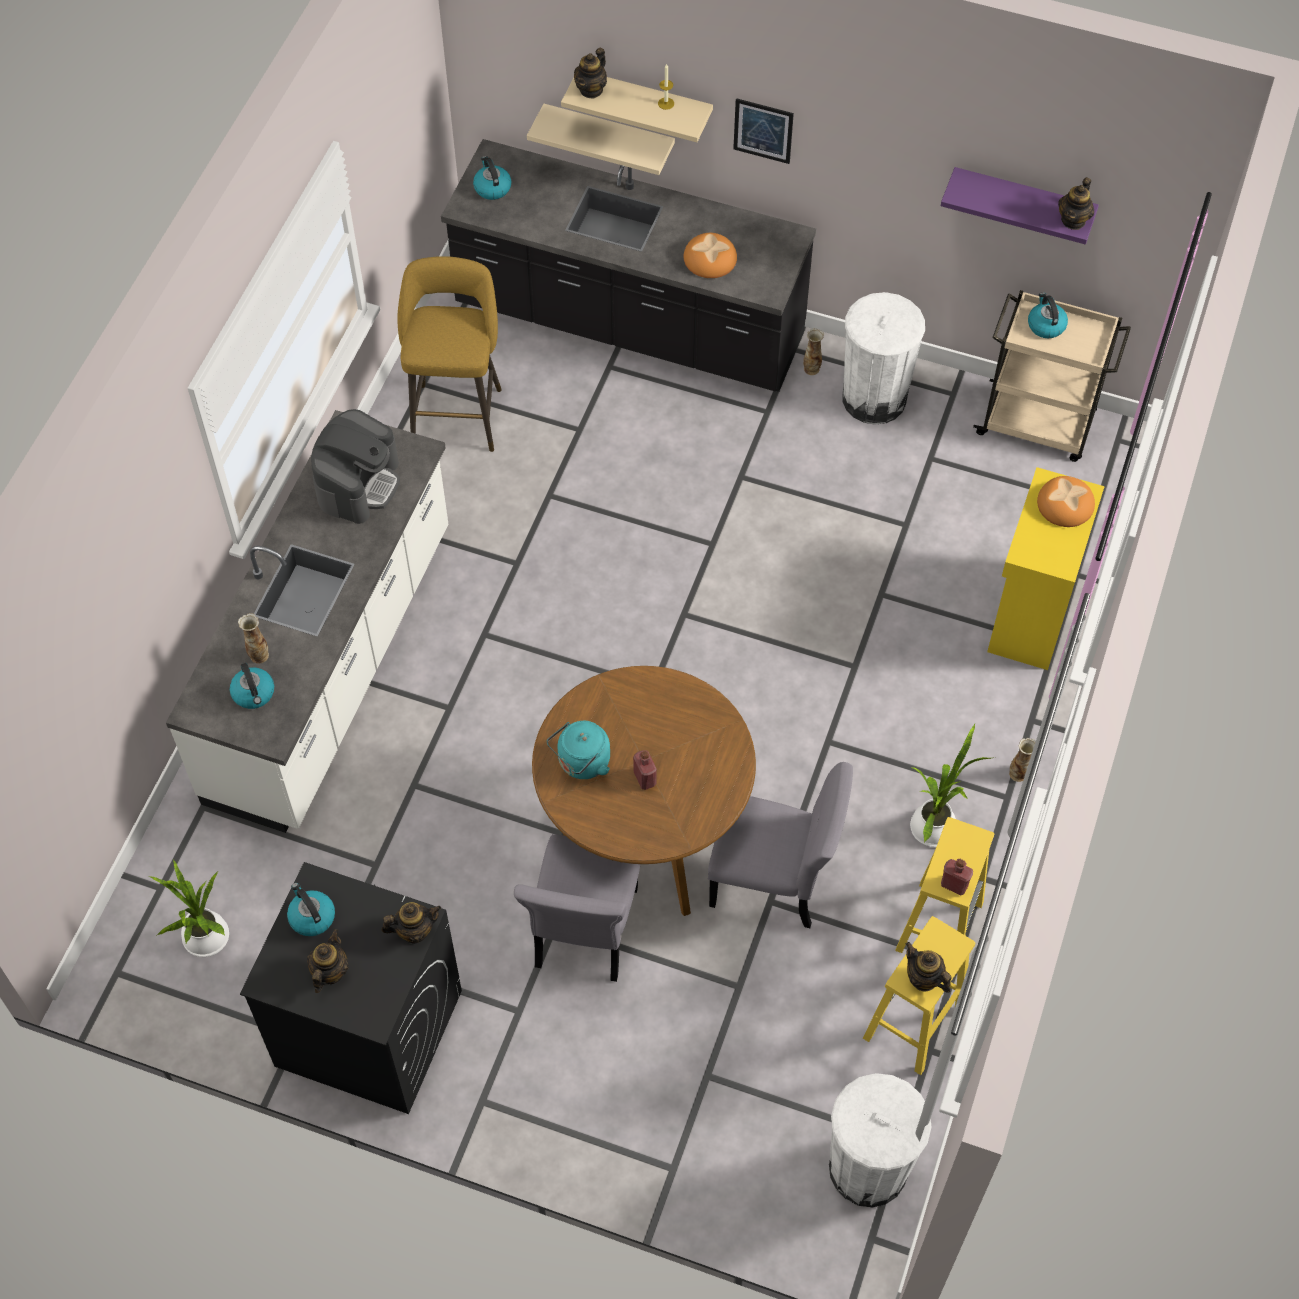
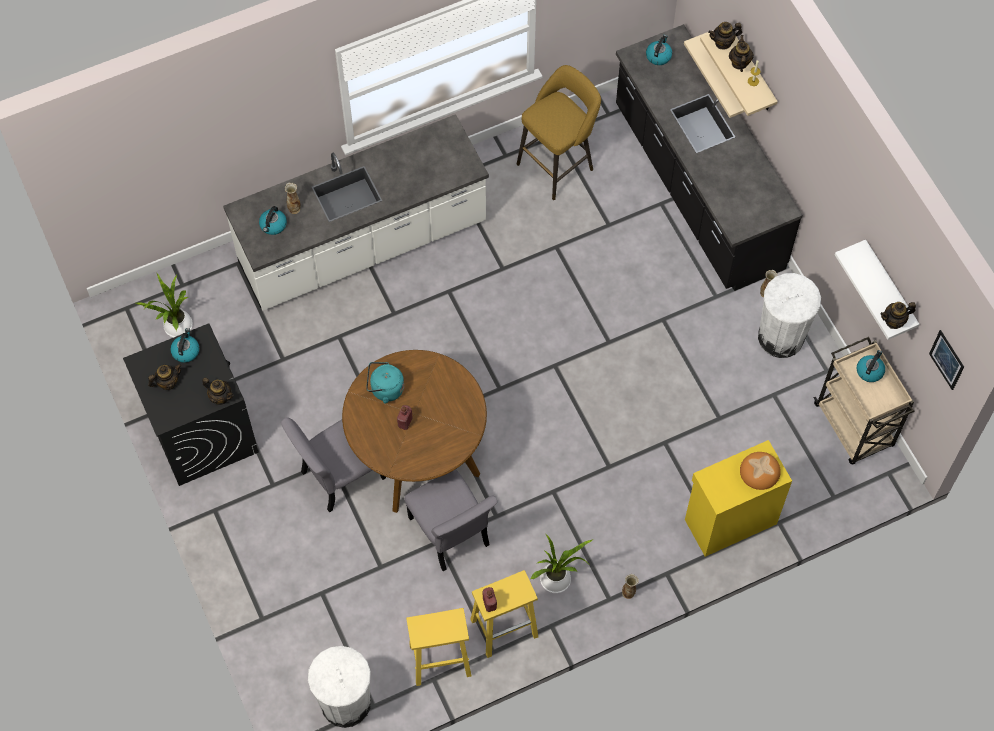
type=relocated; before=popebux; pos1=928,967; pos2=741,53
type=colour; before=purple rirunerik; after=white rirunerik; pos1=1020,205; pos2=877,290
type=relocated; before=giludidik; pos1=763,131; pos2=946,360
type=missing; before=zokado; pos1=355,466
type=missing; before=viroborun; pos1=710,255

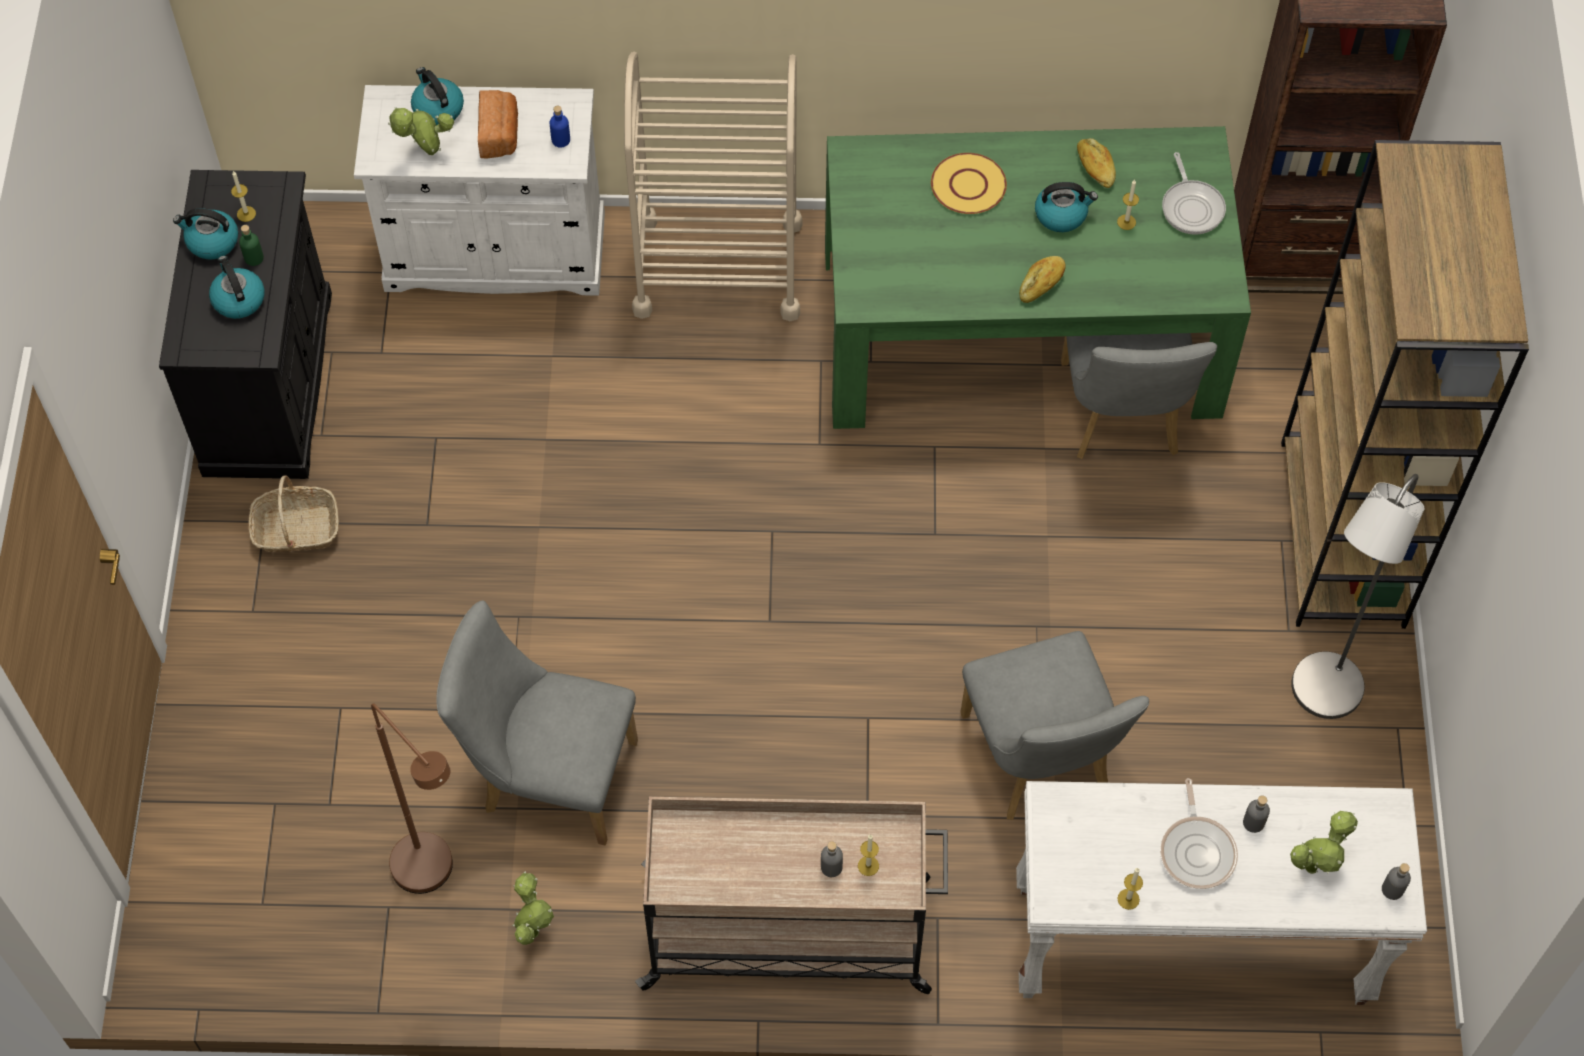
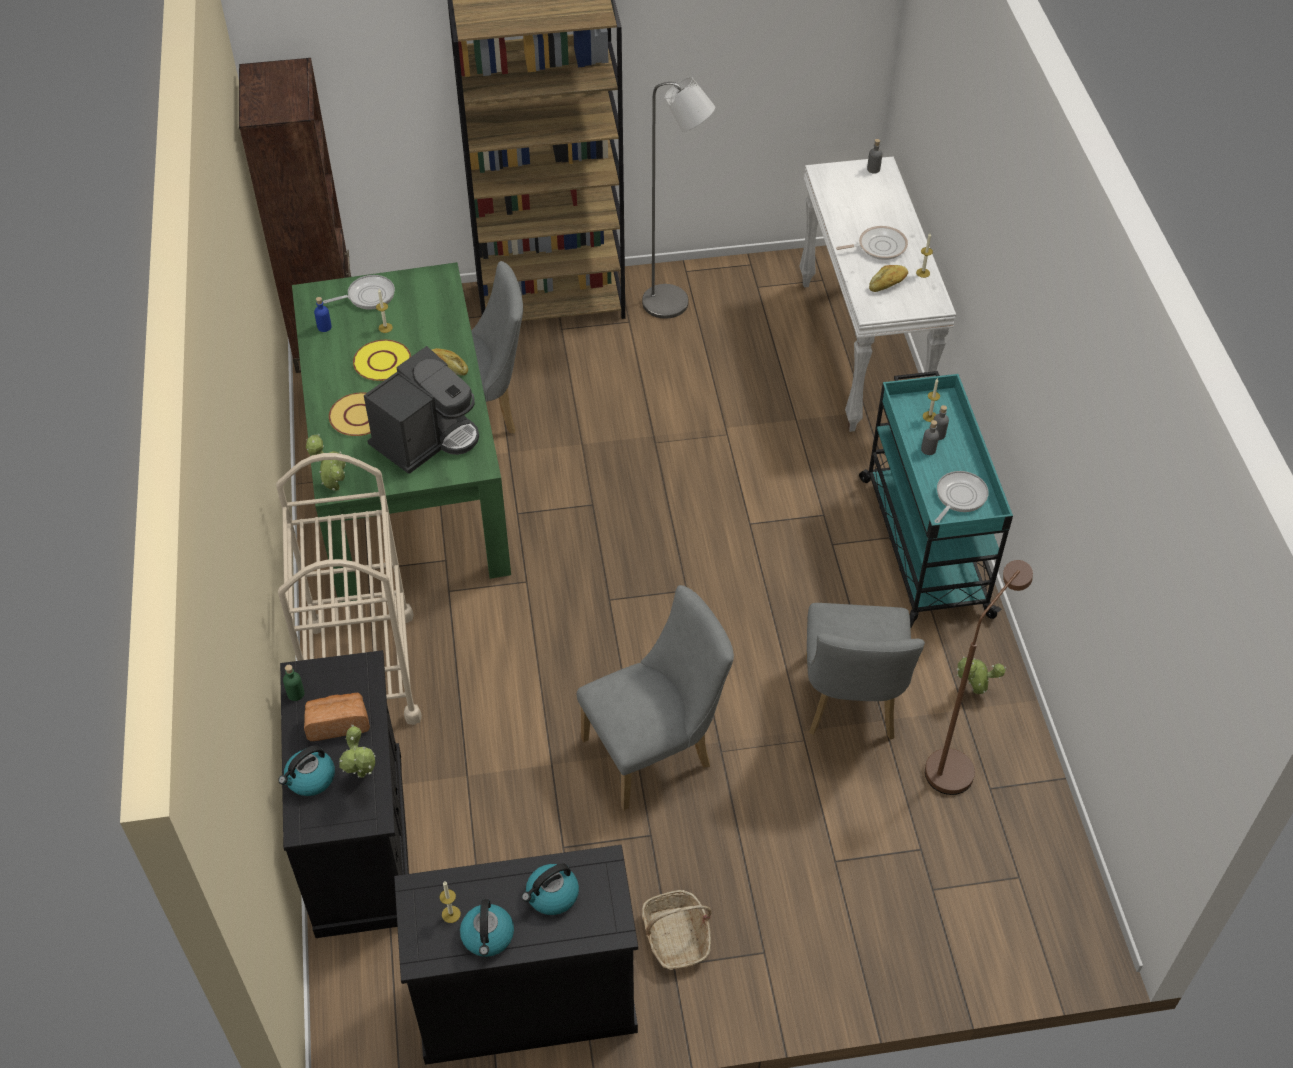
type=colour; before=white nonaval; after=black nonaval; pos1=479,190; pos2=344,794
type=relocated; before=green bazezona; pos1=251,245; pos2=294,683
type=relocated; before=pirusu; pos1=1324,842; pos2=326,462
type=relocated; before=blue bazezona; pos1=560,127; pos2=323,314
type=exchanged; before=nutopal; after=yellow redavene; pos1=1066,207; pos2=382,360
type=appeared; after=zokado; pos2=421,410
type=relocated; before=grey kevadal; pos1=1054,725; pos2=655,697
type=colour; before=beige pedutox; after=turquoise pedutox; pos1=791,895; pos2=936,499
type=relocated; before=viroborun; pos1=1096,163; pos2=888,278
type=relocated; before=grey bazezona; pos1=1256,814; pos2=930,437
type=appeared; after=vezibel; pos2=961,497

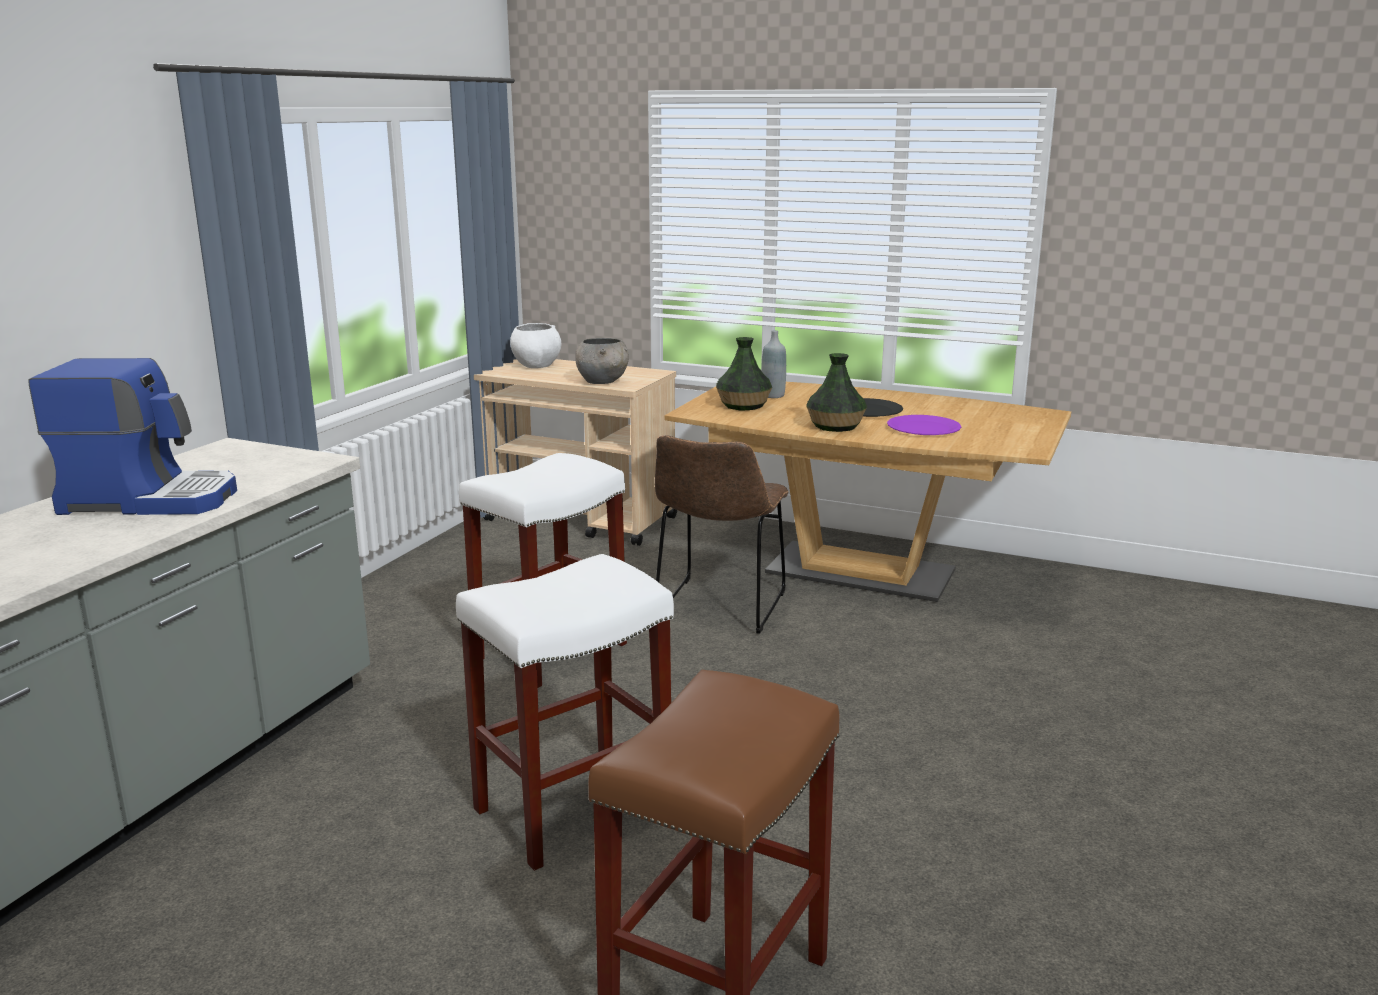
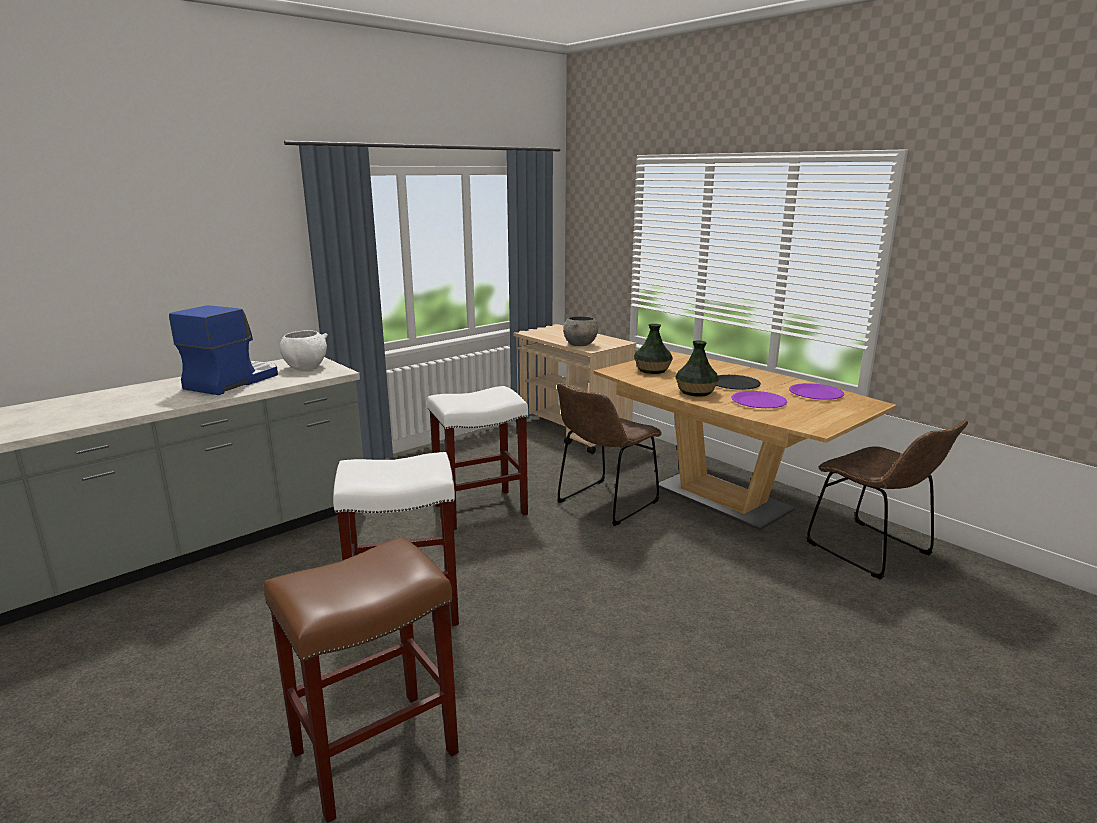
type=spun; before=zokado; pos1=132,436; pos2=223,350; turn=-90
type=relocated; before=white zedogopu; pos1=535,345; pos2=304,350
type=appeared; after=purple redavene; pos2=816,391
type=appeared; after=brown kevadal; pos2=887,500
type=missing; before=grey bazezona; pos1=773,364

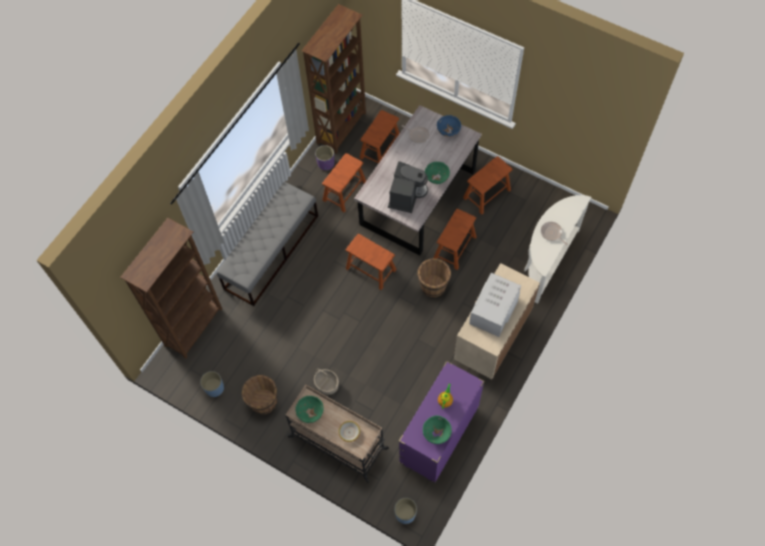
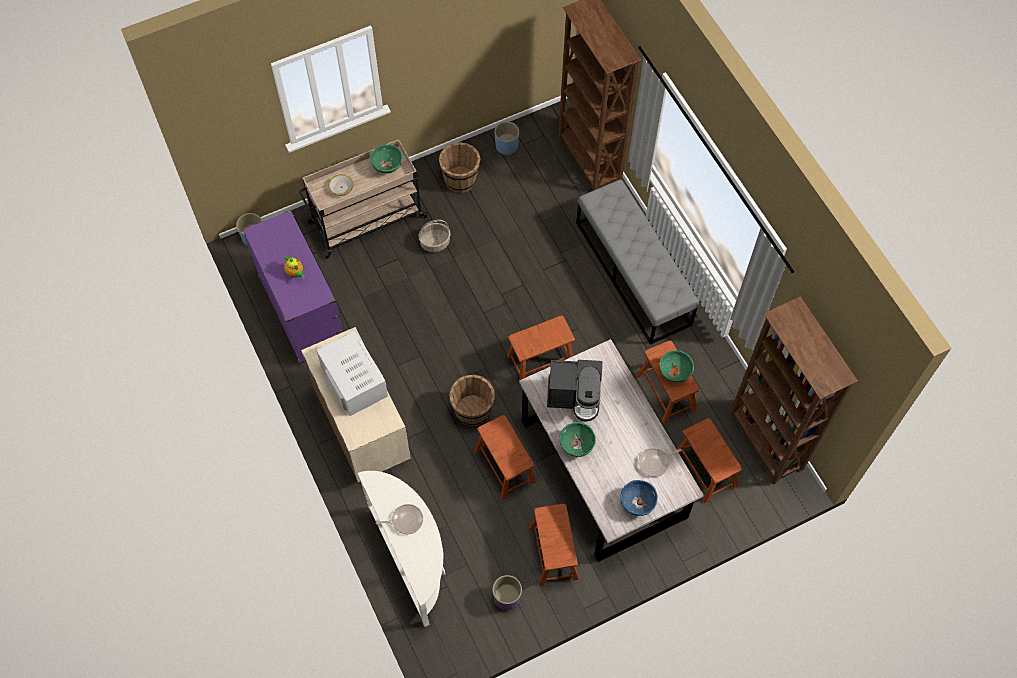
type=relocated; before=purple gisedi; pos1=324,158; pos2=507,592
type=spun; before=zokado; pos1=408,187; pos2=574,391; turn=-45
type=relocated; before=green zedogopu; pos1=437,429; pos2=676,366

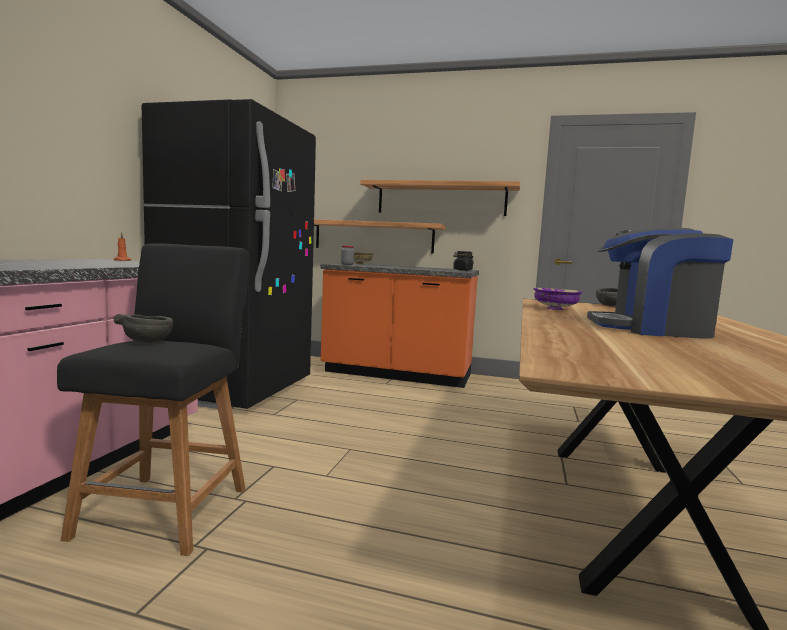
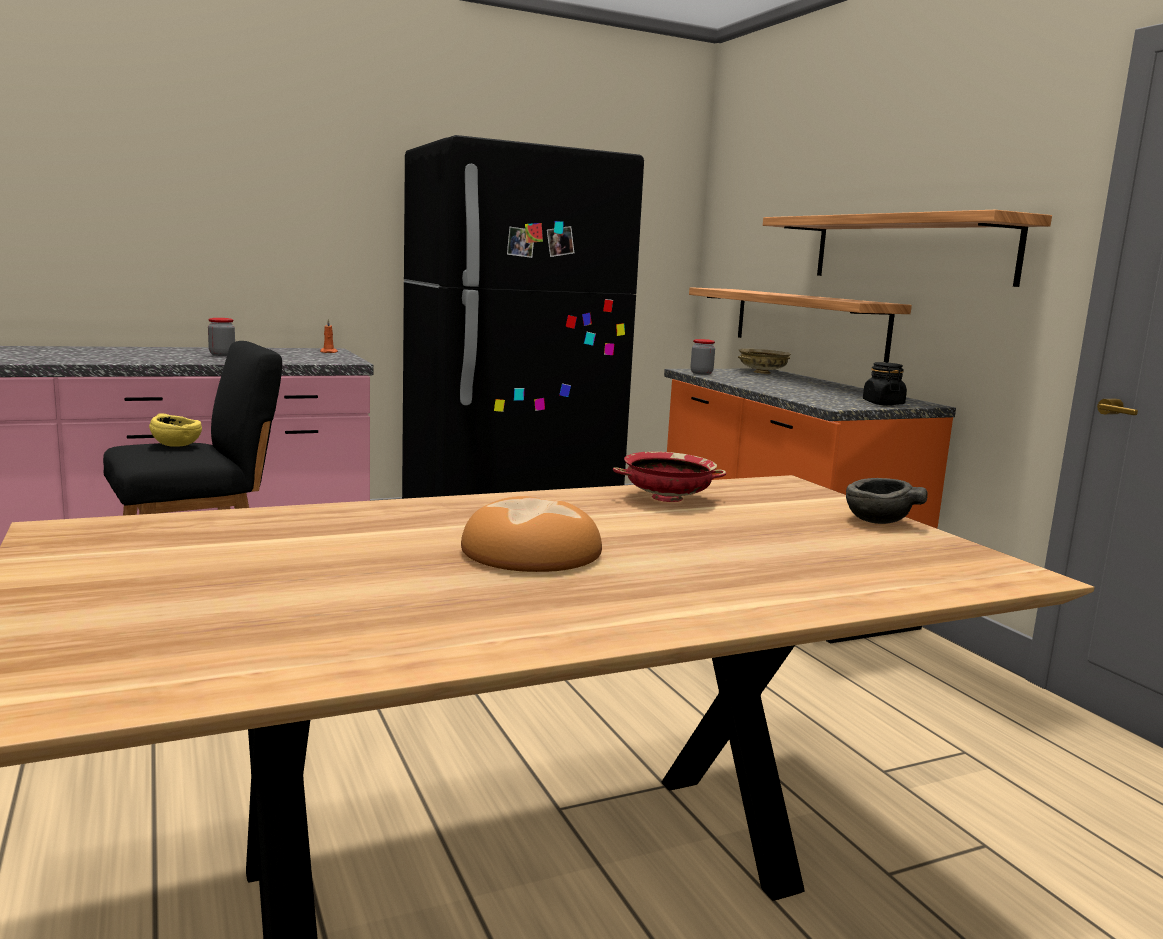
type=colour; before=grey zedogopu; after=yellow zedogopu; pos1=143,328; pos2=175,430
type=appeared; after=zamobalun; pos2=221,337
type=exchanged; before=zokado; after=viroborun; pos1=660,283; pos2=531,534
type=colour; before=purple zedogopu; after=red zedogopu; pos1=558,299; pos2=670,477

